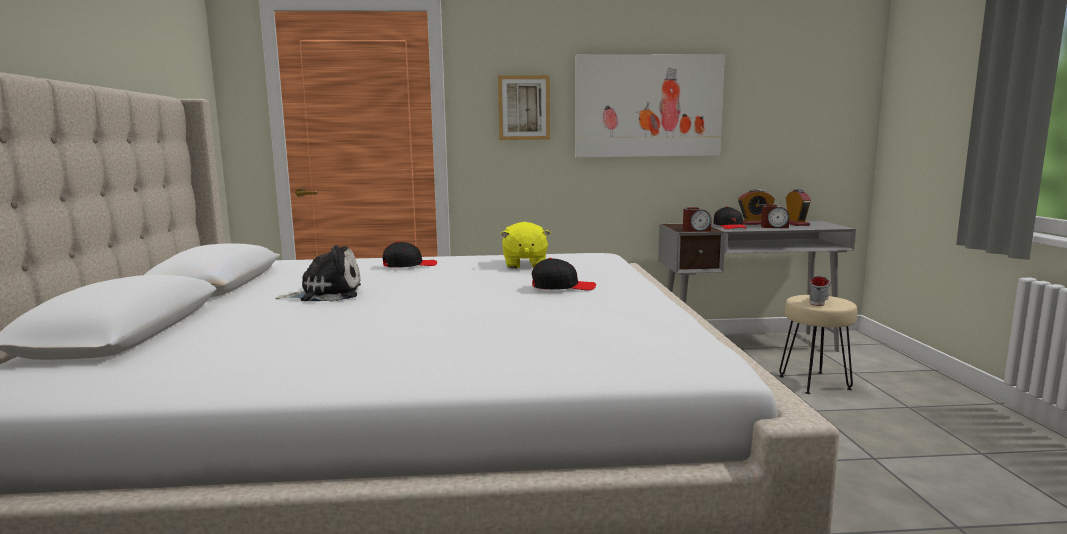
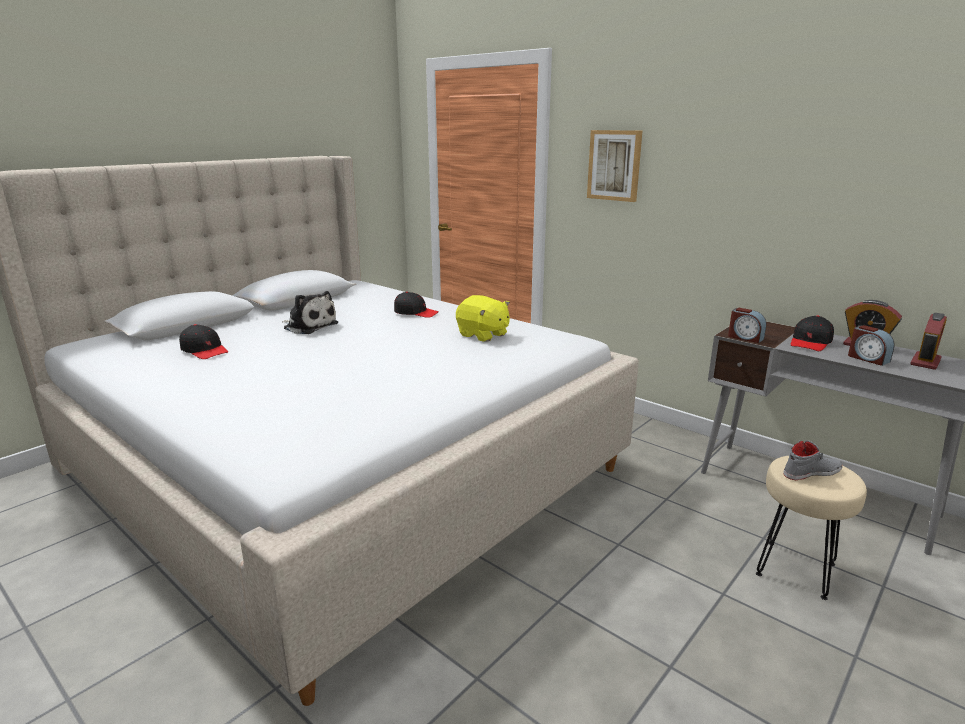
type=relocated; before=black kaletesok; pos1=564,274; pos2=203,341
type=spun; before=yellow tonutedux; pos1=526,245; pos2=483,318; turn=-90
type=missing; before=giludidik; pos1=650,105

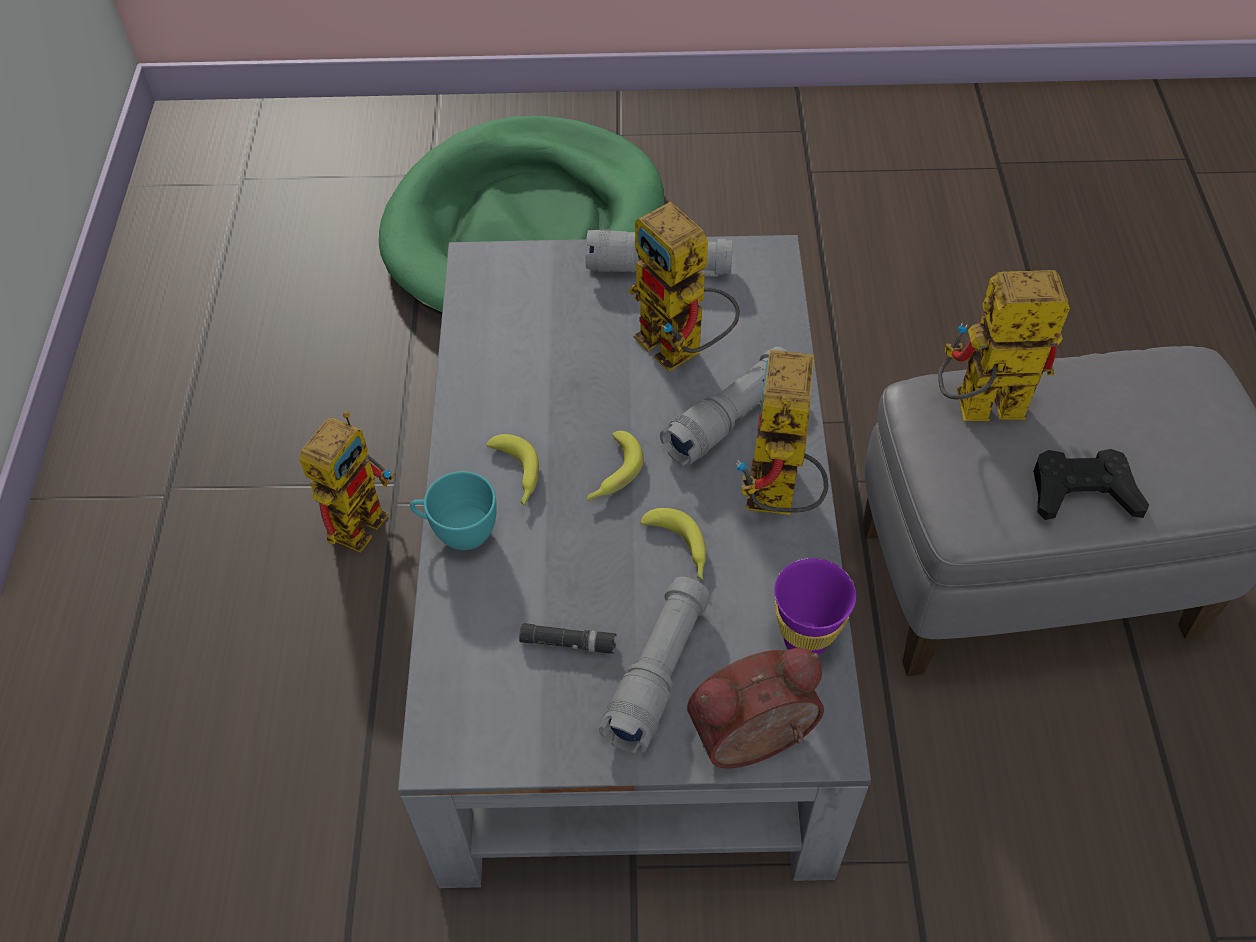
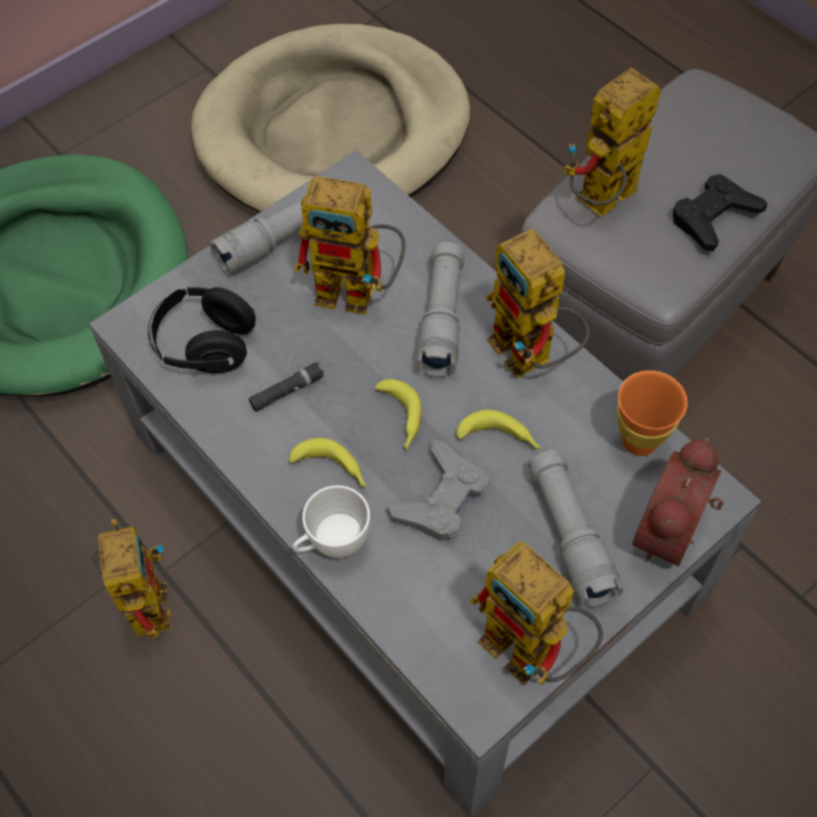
type=appeared; after=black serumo; pos2=202,330
type=appeared; after=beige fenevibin; pos2=330,118
type=relocated; before=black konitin; pos1=568,638; pos2=286,387
type=colour; before=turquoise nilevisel; after=white nilevisel; pos1=453,510; pos2=331,521
type=appeared; after=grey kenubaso; pos2=437,490
type=appeared; after=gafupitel; pos2=536,613
type=colour; before=purple nilevisel; after=orange nilevisel; pos1=815,607; pos2=652,413

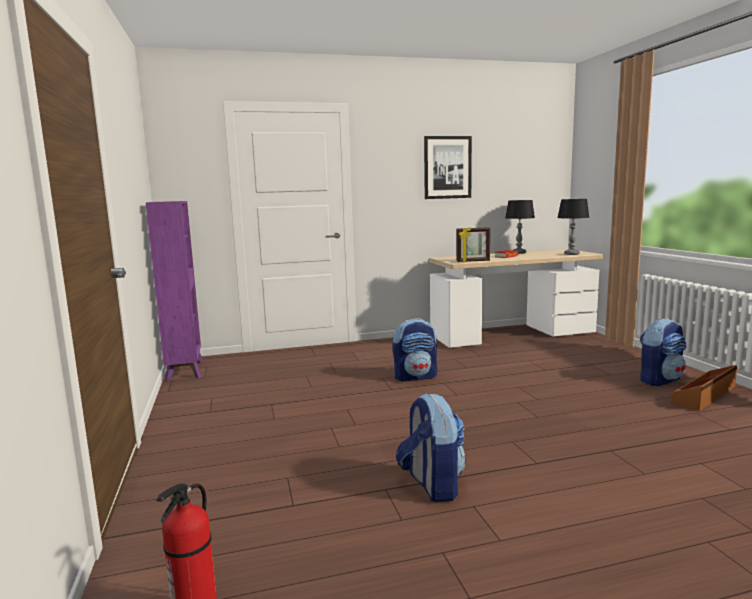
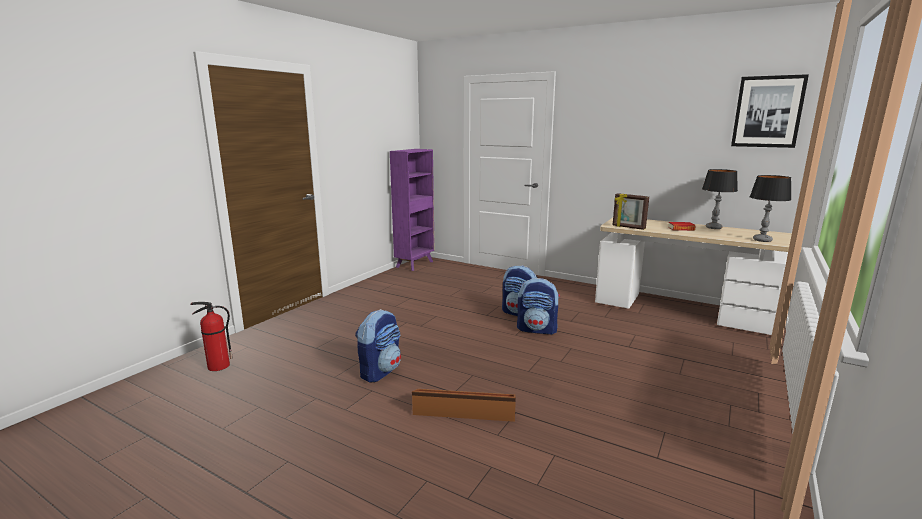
type=relocated; before=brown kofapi; pos1=704,388; pos2=464,405
type=relocated; before=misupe; pos1=663,352; pos2=538,306
type=relocated; before=giludidik; pos1=448,167; pos2=770,111

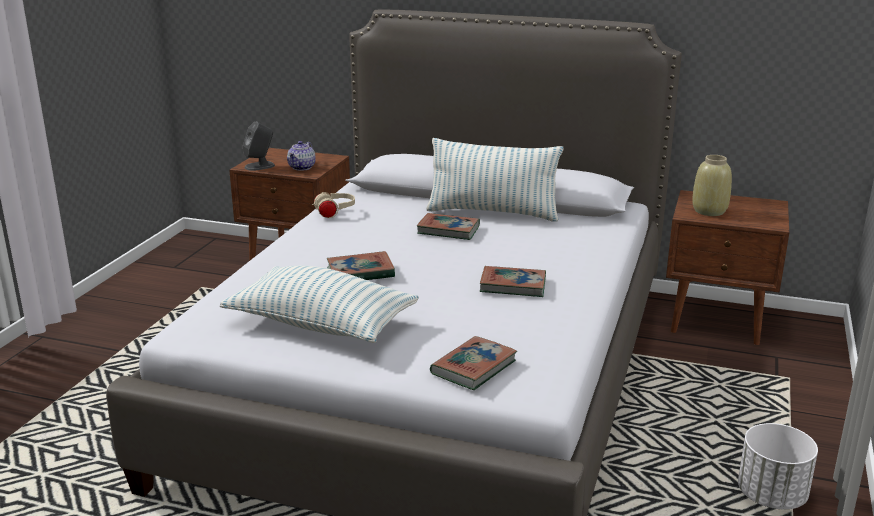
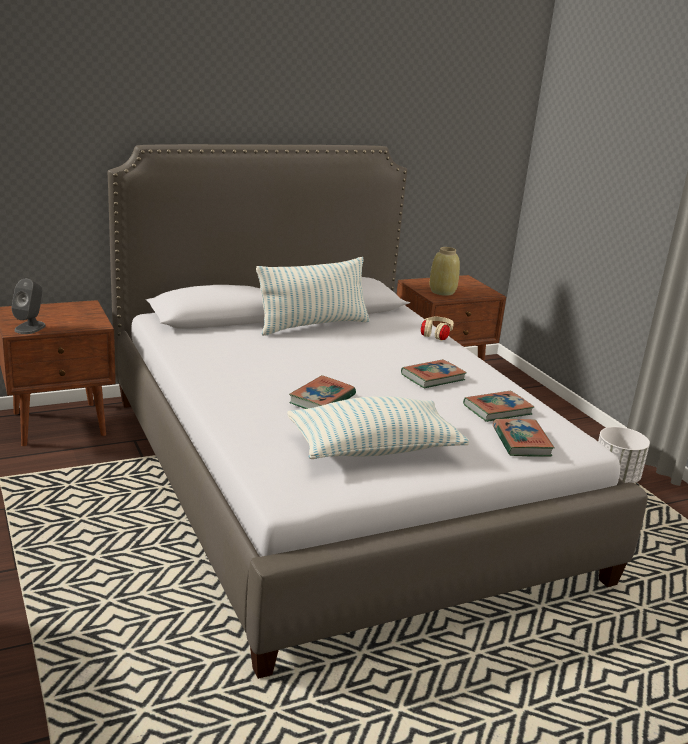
type=relocated; before=beige serumo; pos1=333,205; pos2=437,329
type=relocated; before=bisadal; pos1=448,226; pos2=498,406
type=missing; before=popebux; pos1=301,156

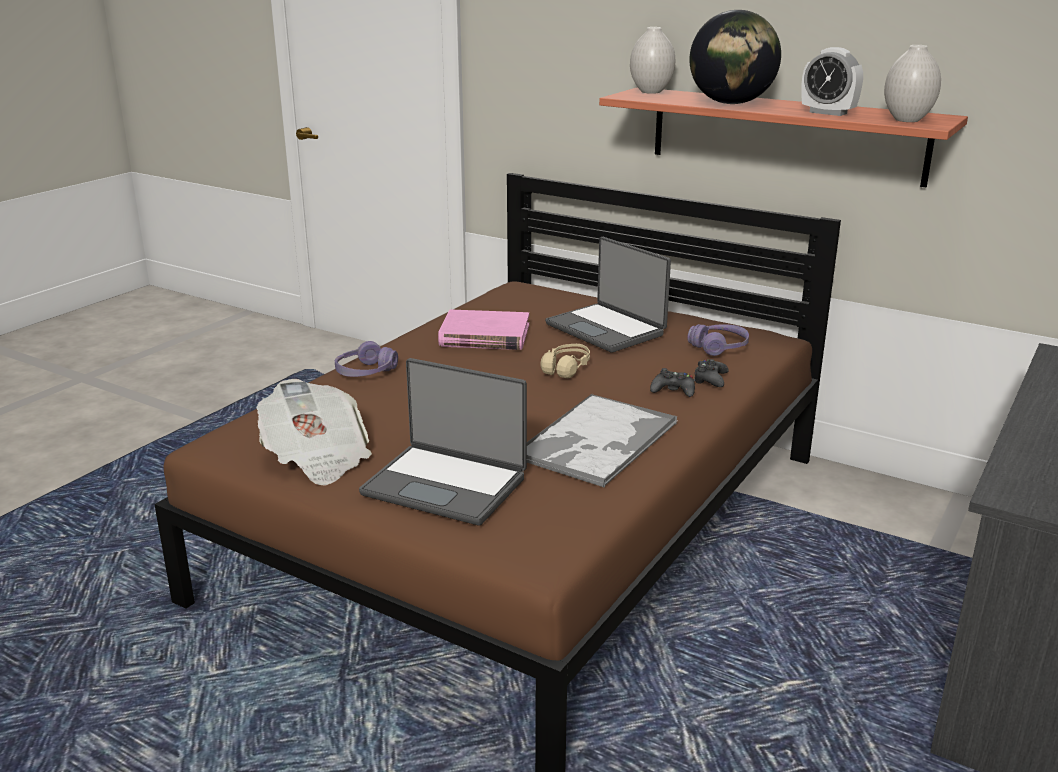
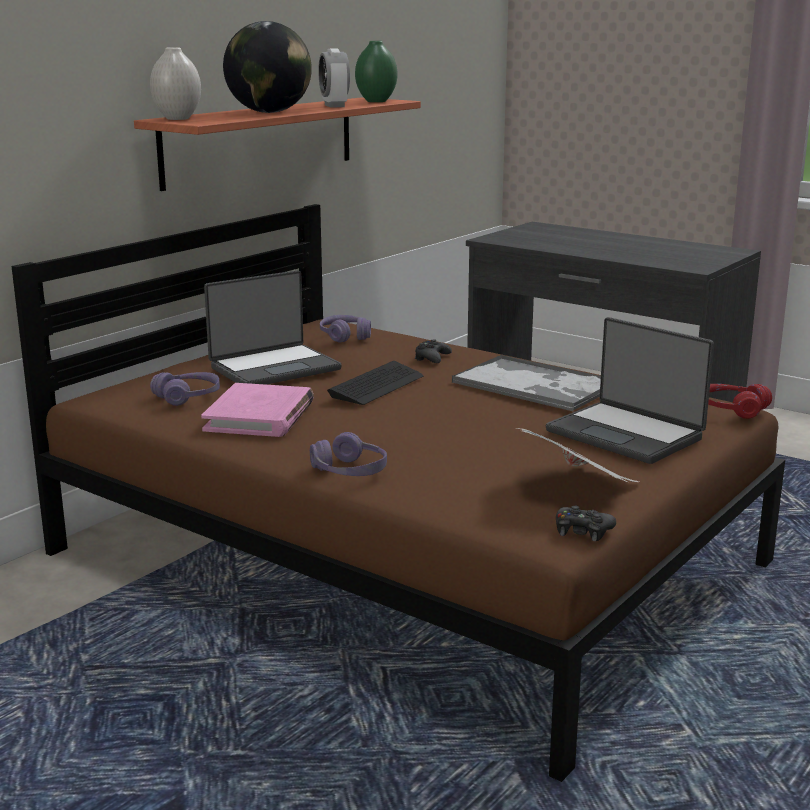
type=appeared; after=purple serumo; pos2=185,389
type=spun; before=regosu; pos1=832,81; pos2=334,78; turn=120
type=exchanged; before=beige serumo; after=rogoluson; pos1=565,361; pos2=375,383
type=colour; before=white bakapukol; after=green bakapukol; pos1=912,83; pos2=376,71
type=spun; before=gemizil; pos1=443,441; pos2=630,390; turn=105
type=relocated; before=black kenubaso; pos1=711,373; pos2=586,523
type=appeared; after=red serumo; pos2=740,401

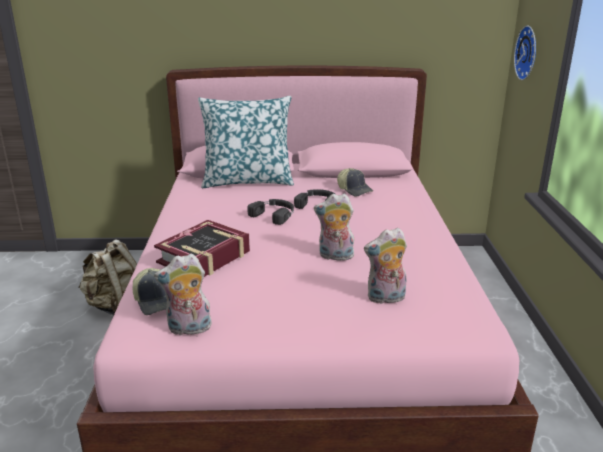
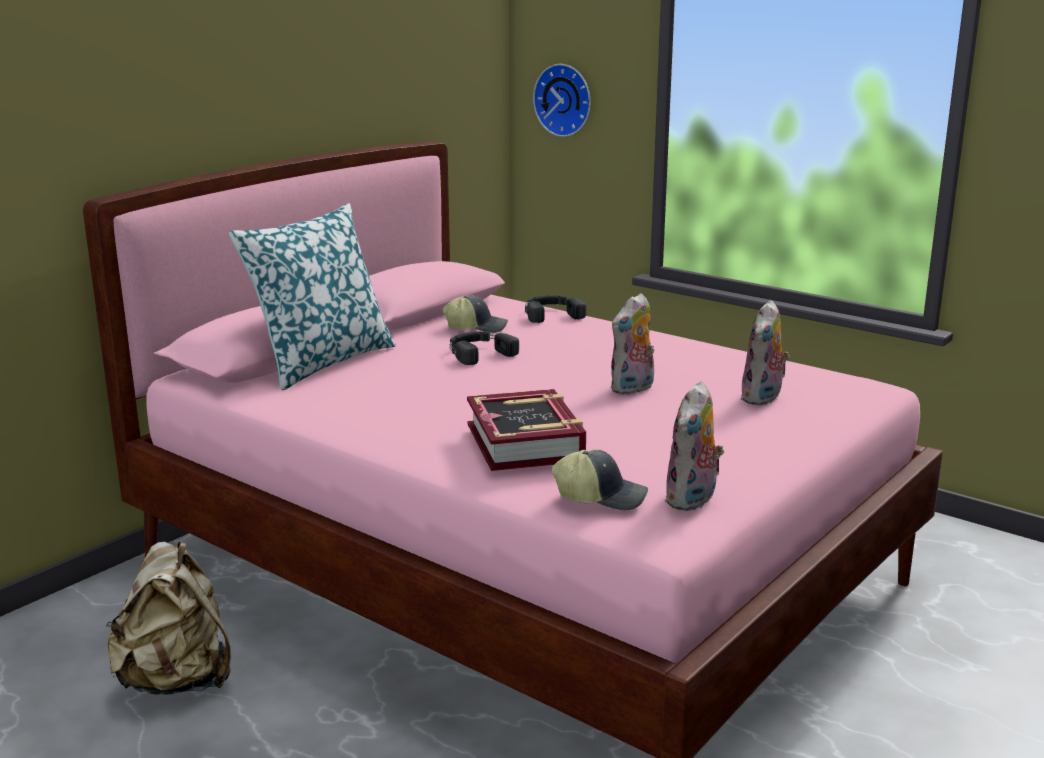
type=relocated; before=black serumo; pos1=270,212; pos2=555,309

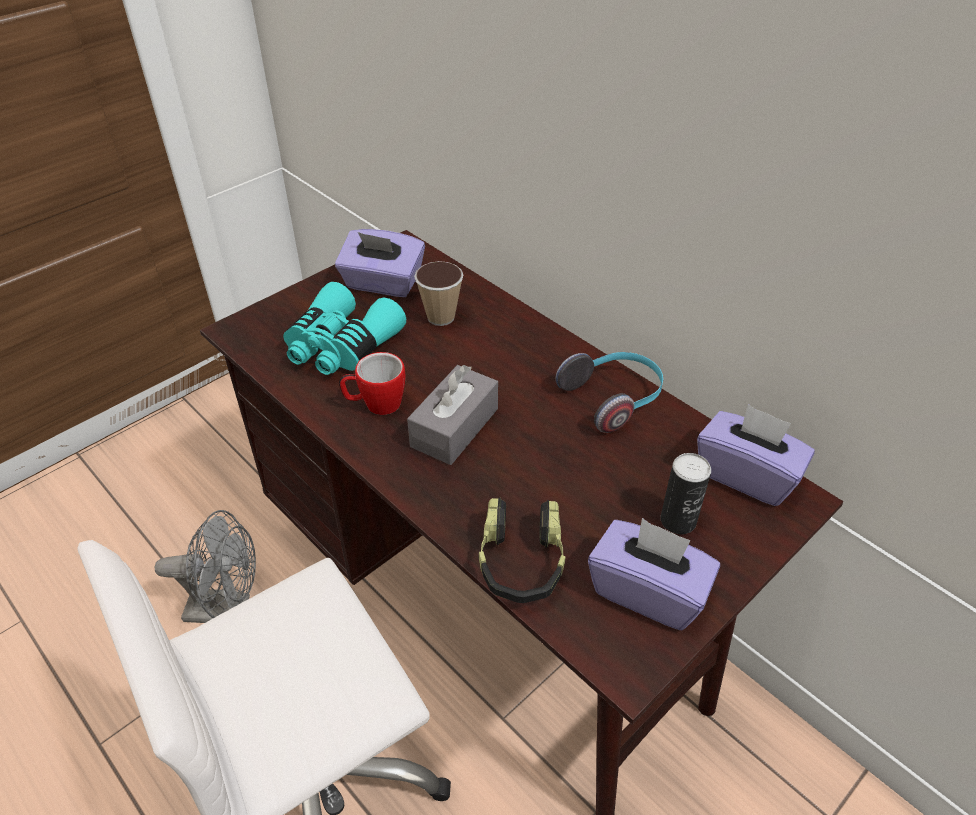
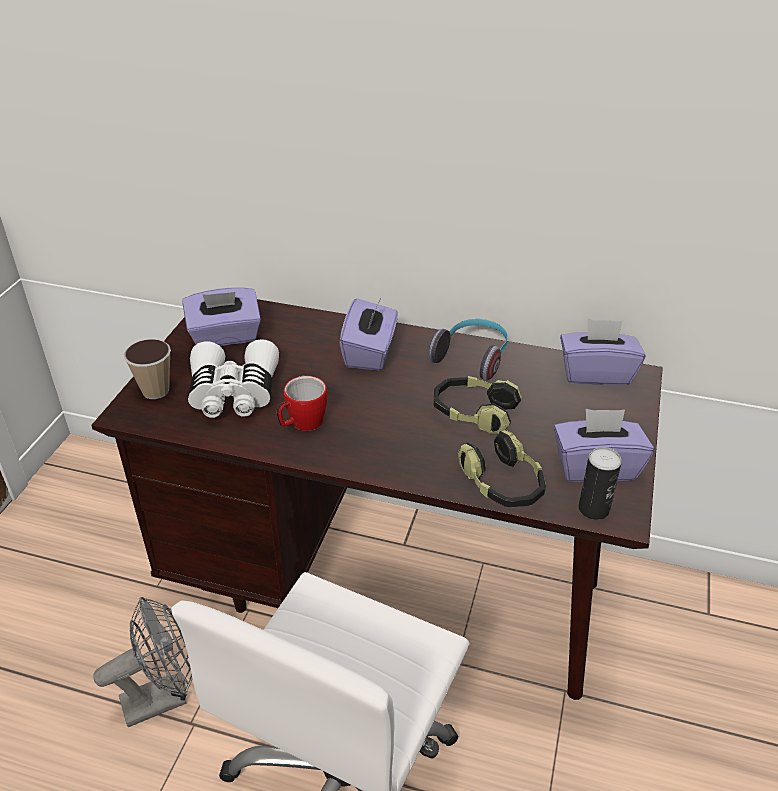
type=relocated; before=nilevisel; pos1=438,293; pos2=147,369
type=colour; before=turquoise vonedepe; after=white vonedepe; pos1=344,328; pos2=233,378
type=appeared; after=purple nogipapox; pos2=368,334
type=appeared; after=serumo; pos2=477,405
type=relocated; before=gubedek; pos1=686,493; pos2=600,483
type=missing; before=grey nogipapox; pos1=452,415

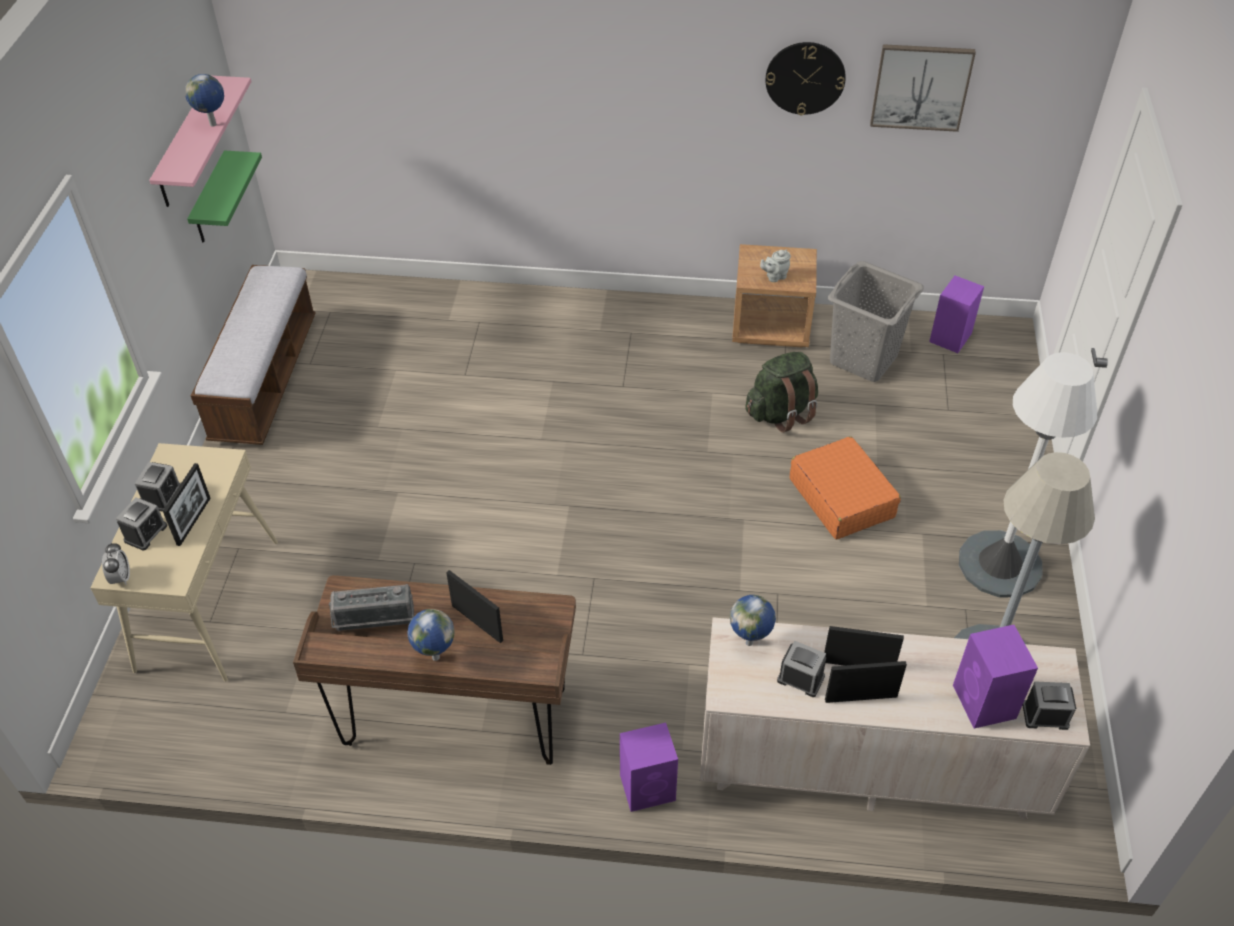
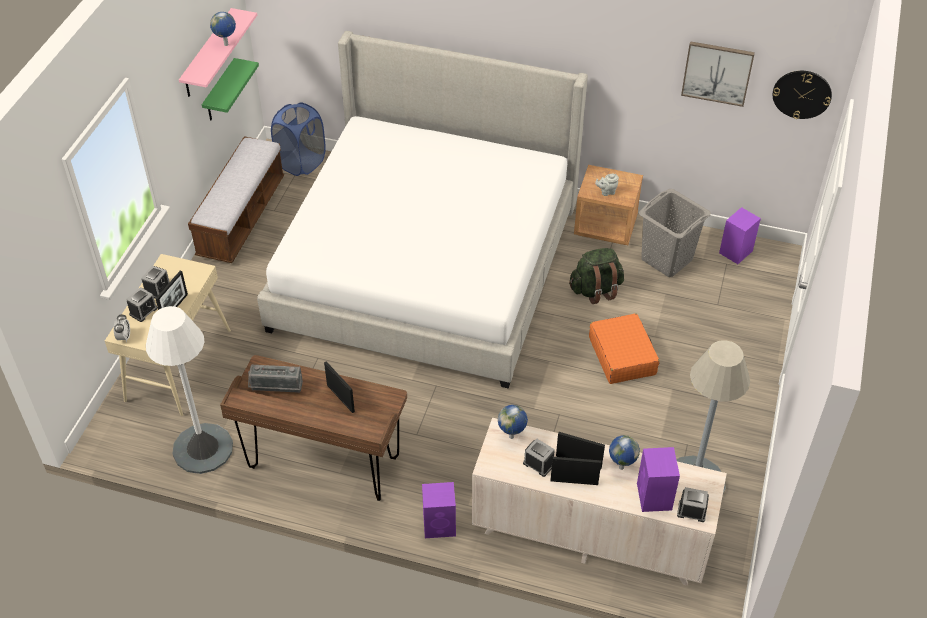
type=relocated; before=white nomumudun; pos1=1028,475; pos2=189,390
type=appeared; after=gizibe; pos2=422,209
type=appeared; after=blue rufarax; pos2=298,139
type=relocated; before=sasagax; pos1=431,635; pos2=624,452
type=relocated; before=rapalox; pos1=805,78; pos2=802,95

